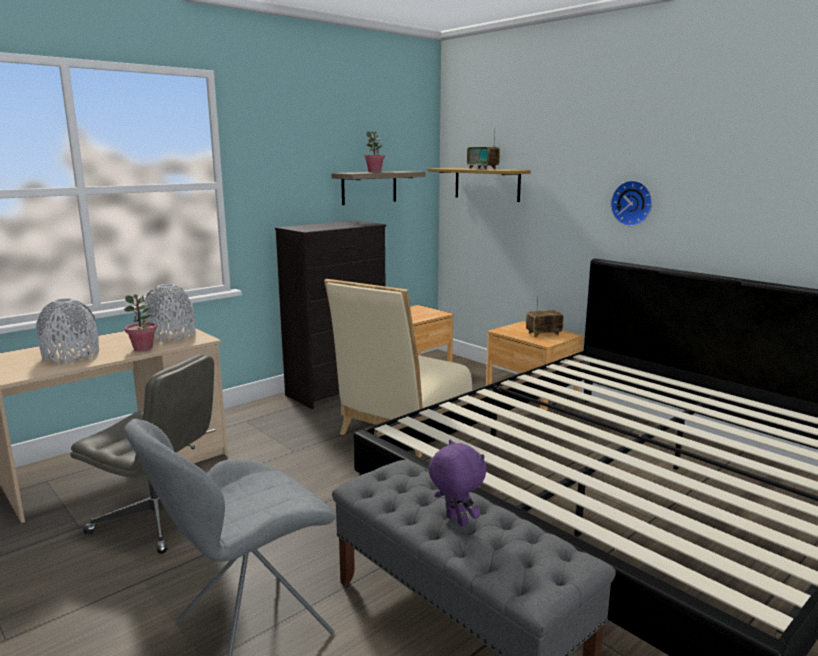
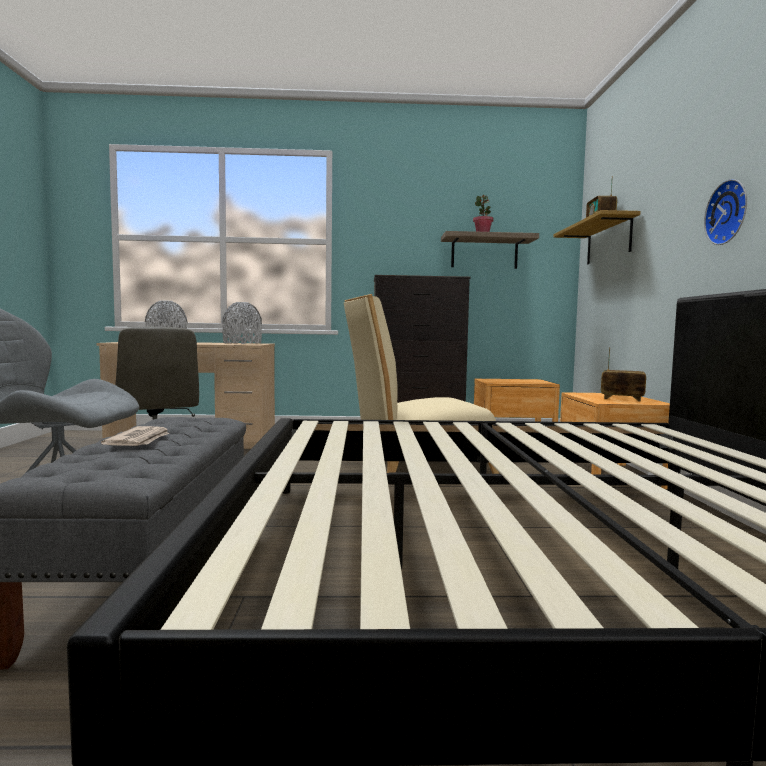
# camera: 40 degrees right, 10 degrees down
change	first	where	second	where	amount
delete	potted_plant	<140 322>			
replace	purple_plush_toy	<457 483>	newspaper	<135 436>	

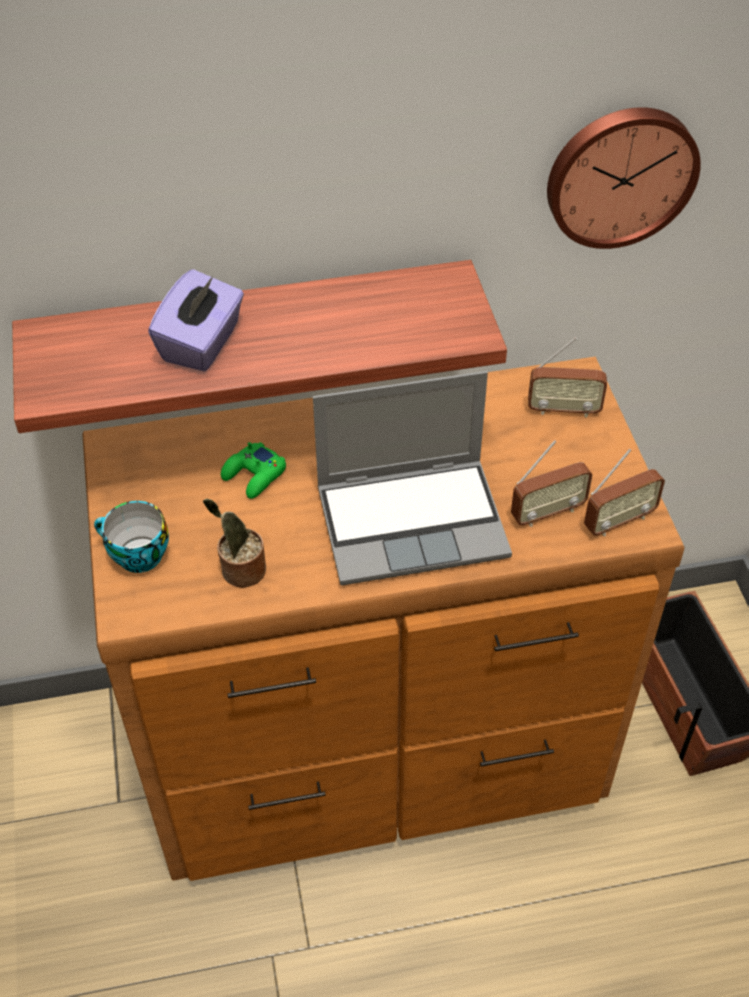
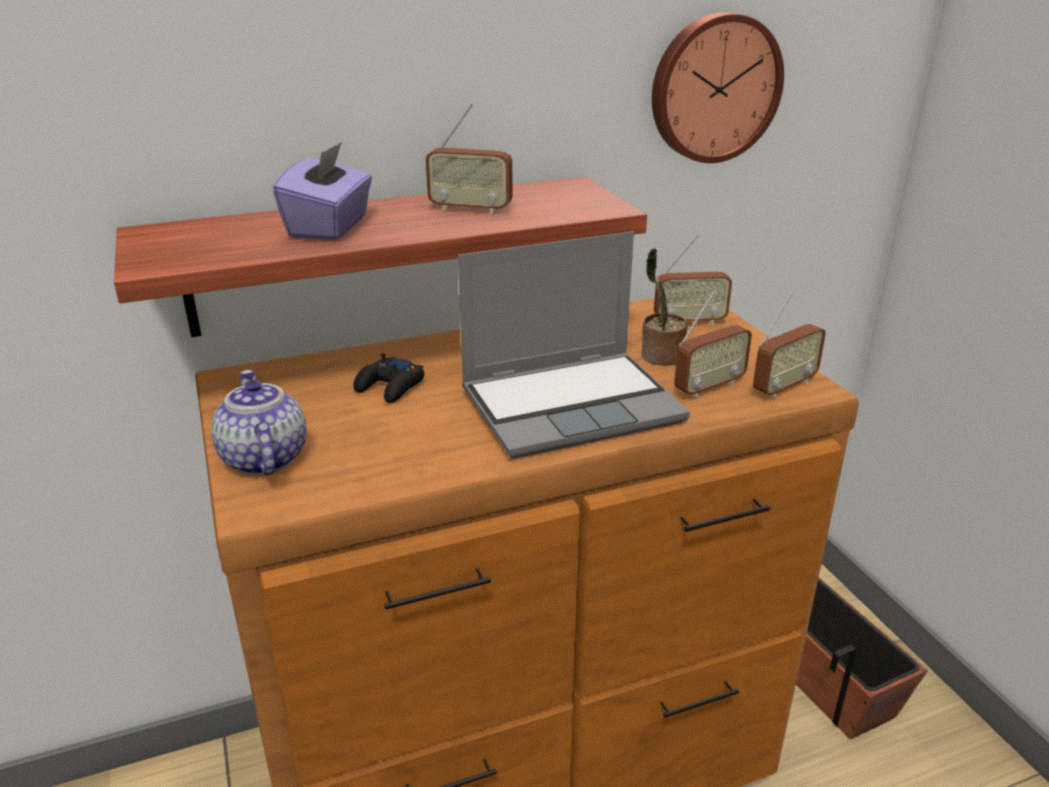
# camera: 10 degrees left, 20 degrees down
change	first	where	second	where	amount
insert			radio	<469 158>	
move	potted_plant	<234 543>		<665 307>	
replace	cup	<131 537>	teapot	<259 422>	
recolor	green_game_controller	<253 470>	black_game_controller	<388 378>	

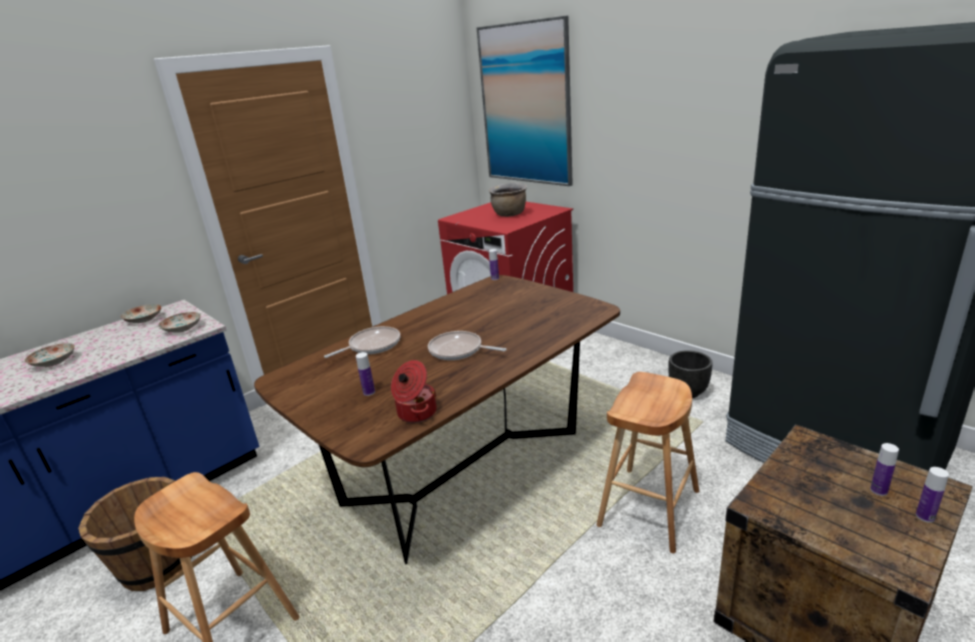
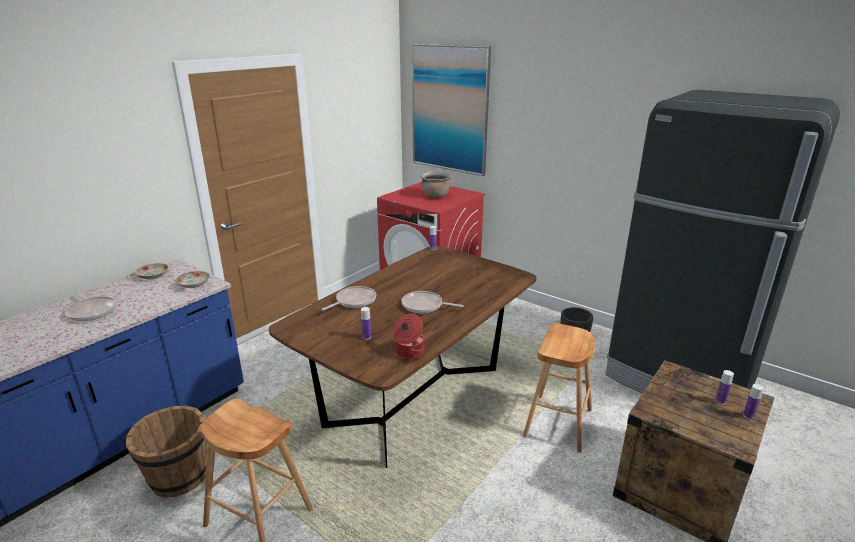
# camera: 10 degrees left, 0 degrees up
change	first	where	second	where	amount
replace	plate	<49 355>	frying_pan	<91 306>	

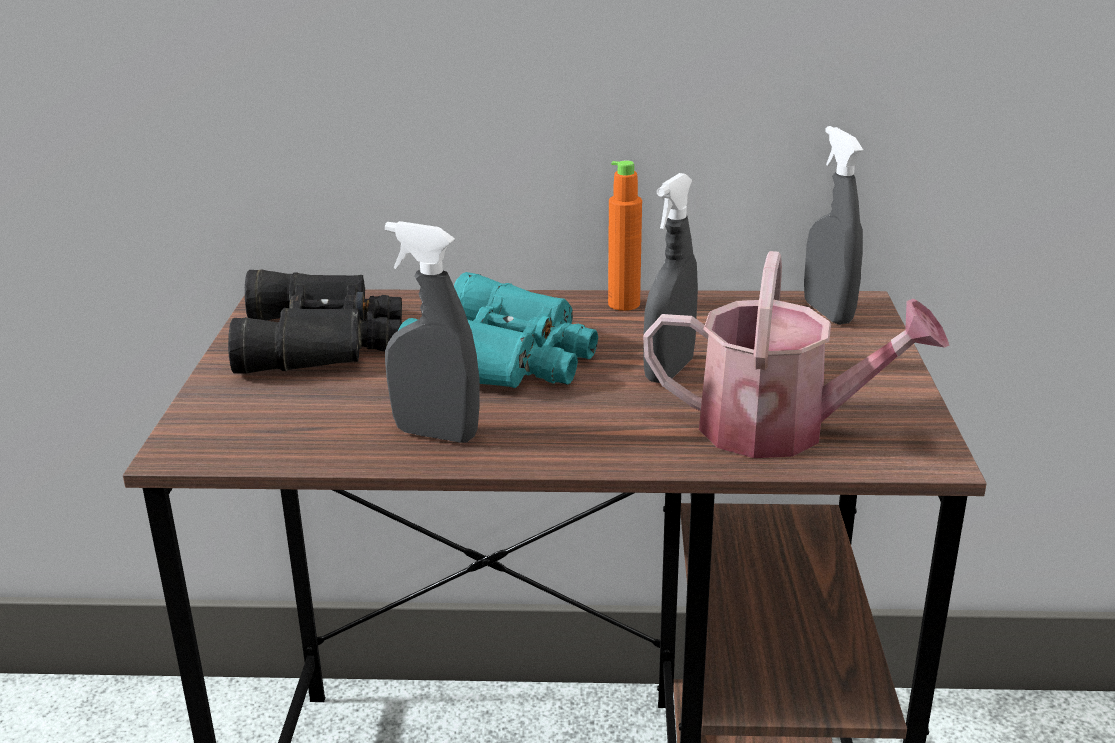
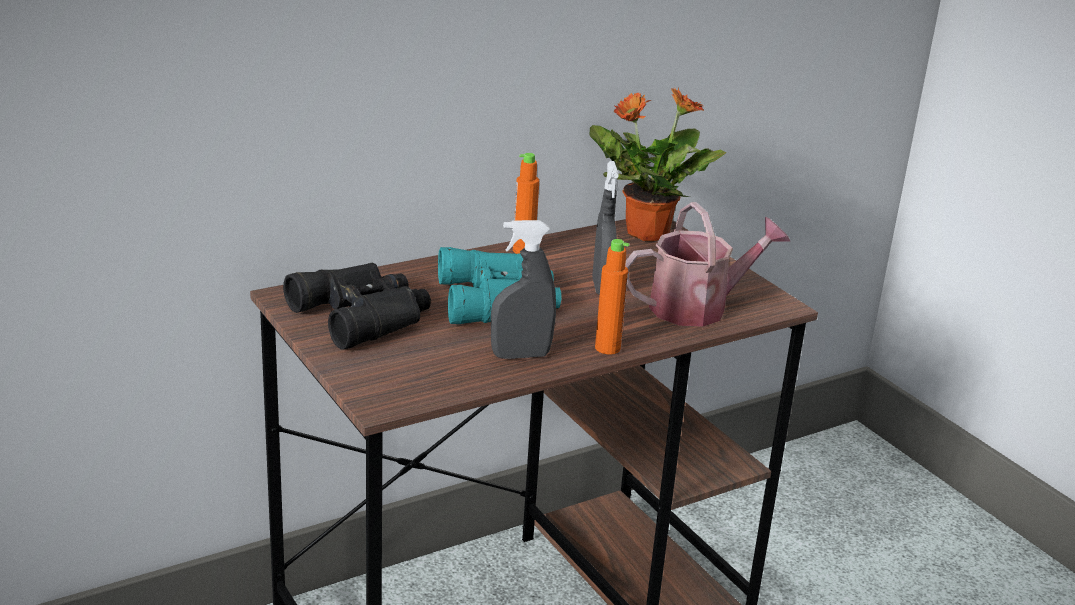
# camera: 35 degrees left, 0 degrees up
change	first	where	second	where	amount
insert			orange_bottle	<612 296>	
replace	grey_spray_bottle	<833 225>	potted_plant	<658 164>	

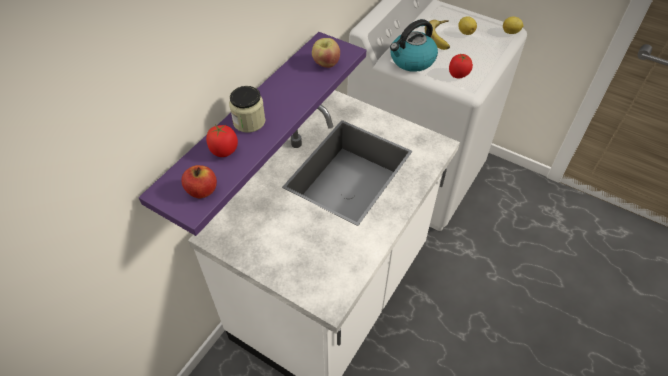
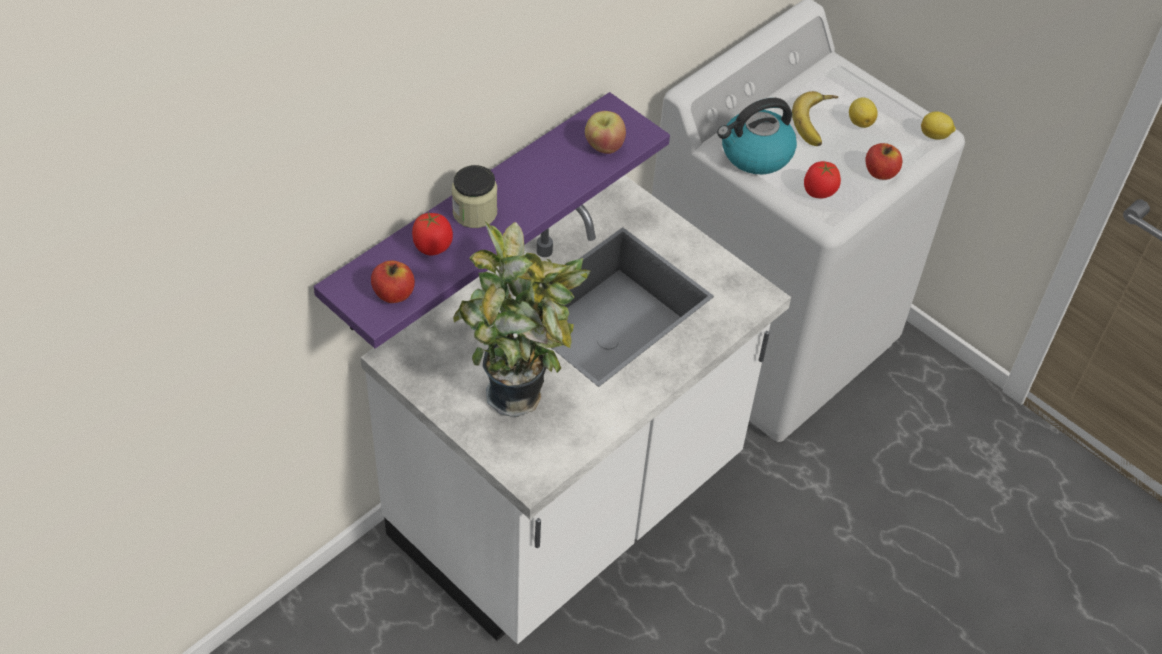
# camera: 10 degrees right, 0 degrees up
change	first	where	second	where	amount
insert			potted_plant	<521 318>	
insert			apple	<883 161>	

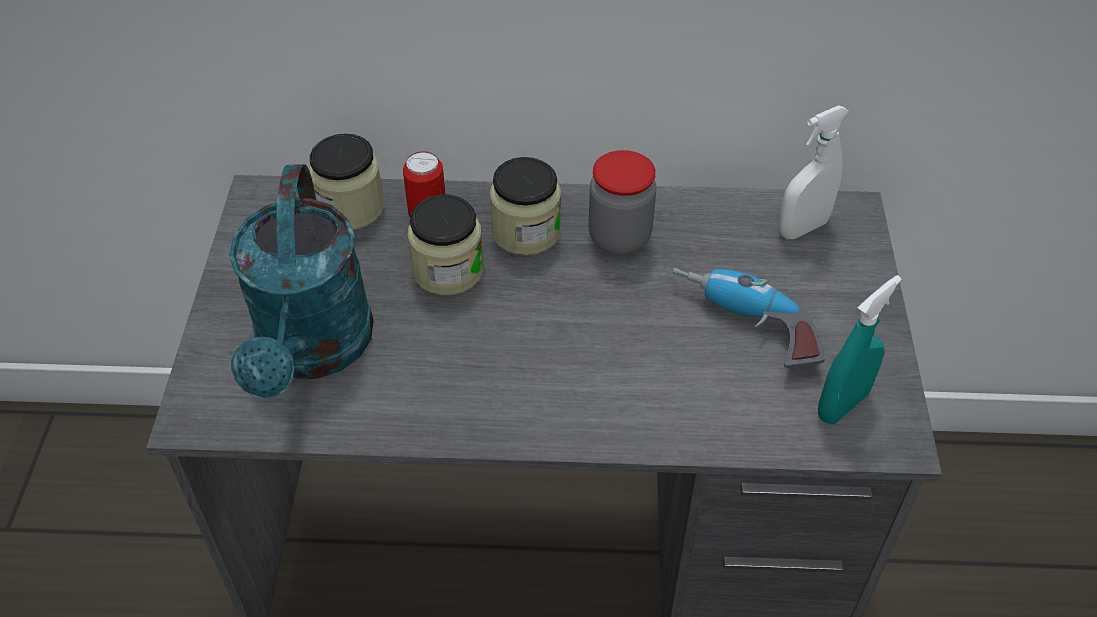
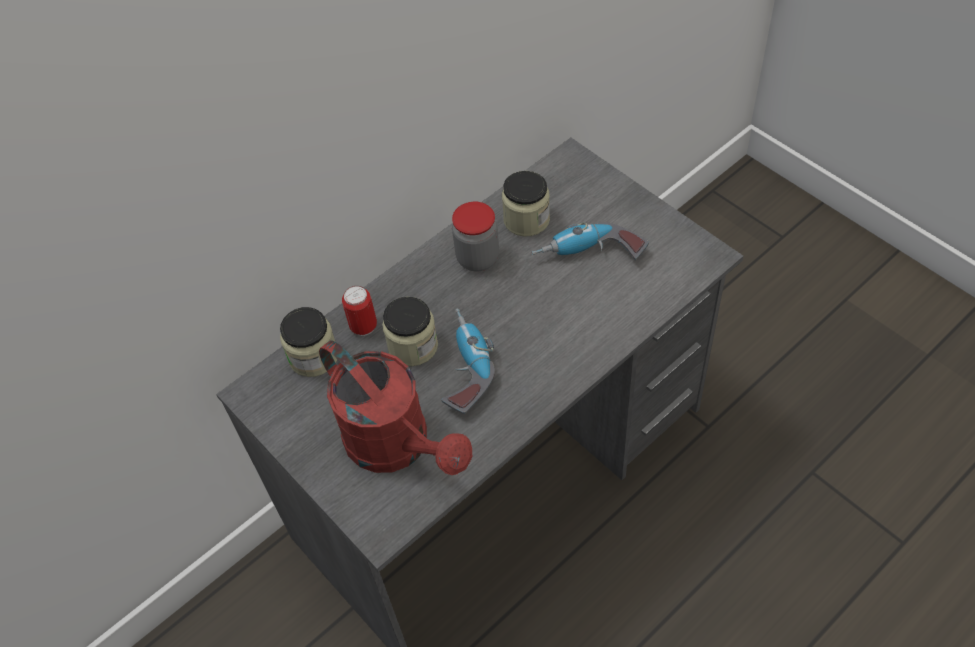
# camera: 40 degrees left, 5 degrees up
change	first	where	second	where	amount
delete	white_spray_bottle	<814 172>			
delete	turquoise_spray_bottle	<860 349>			
insert			power_drill	<468 361>	
move	jar	<525 206>		<526 204>	
recolor	turquoise_watering_can	<301 281>	red_watering_can	<396 407>	

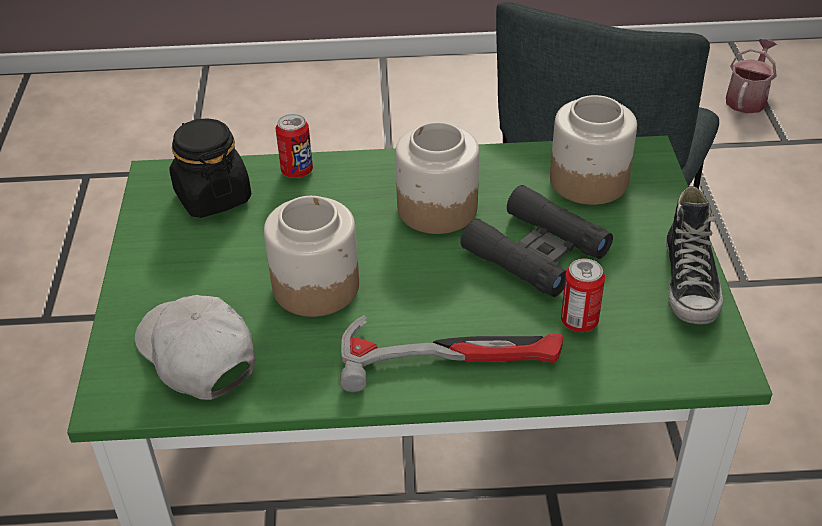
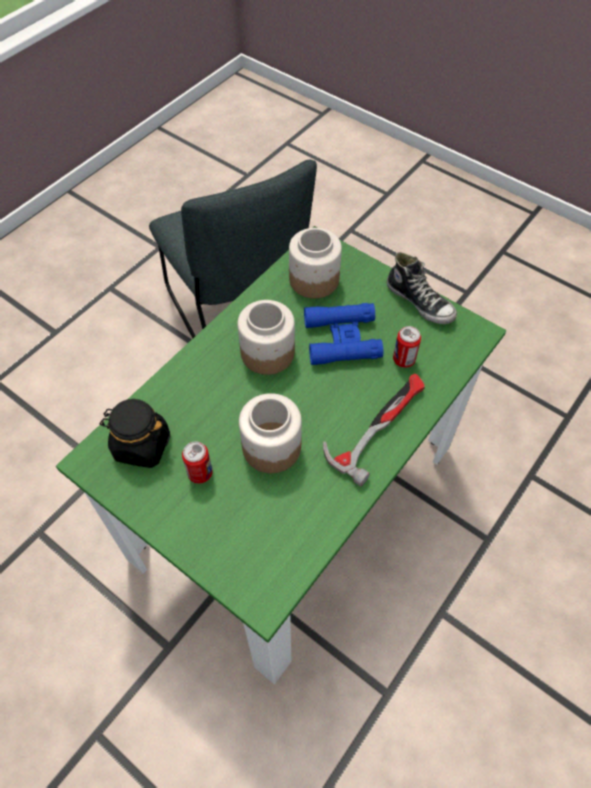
# camera: 50 degrees left, 15 degrees up
change	first	where	second	where	amount
delete	white_cap	<195 347>			
delete	watering_can	<751 76>			
move	can	<294 146>		<197 462>	
recolor	black_binoculars	<537 241>	blue_binoculars	<343 334>	

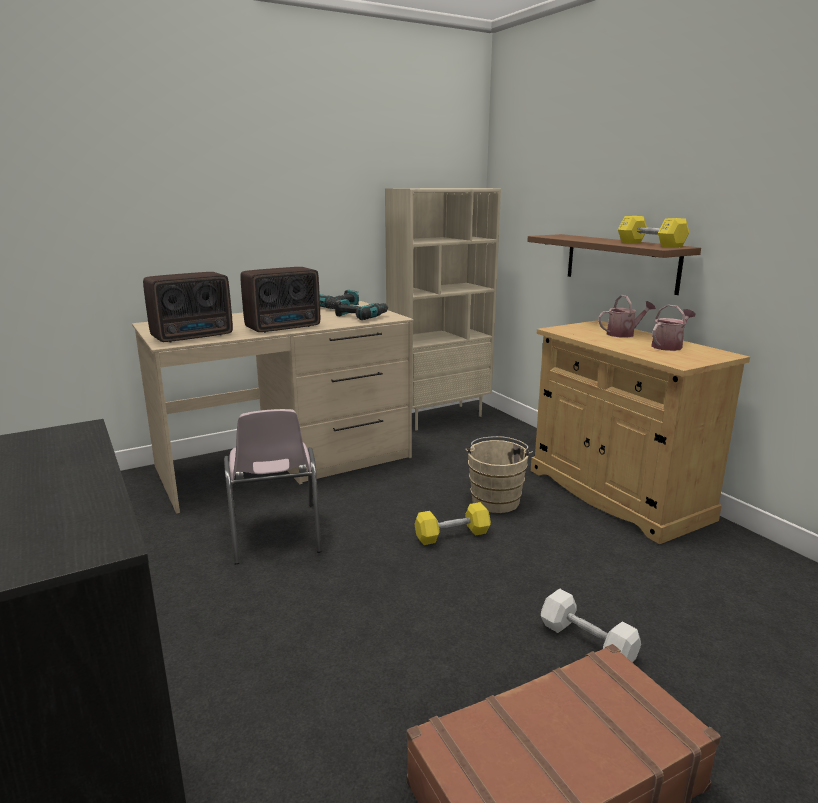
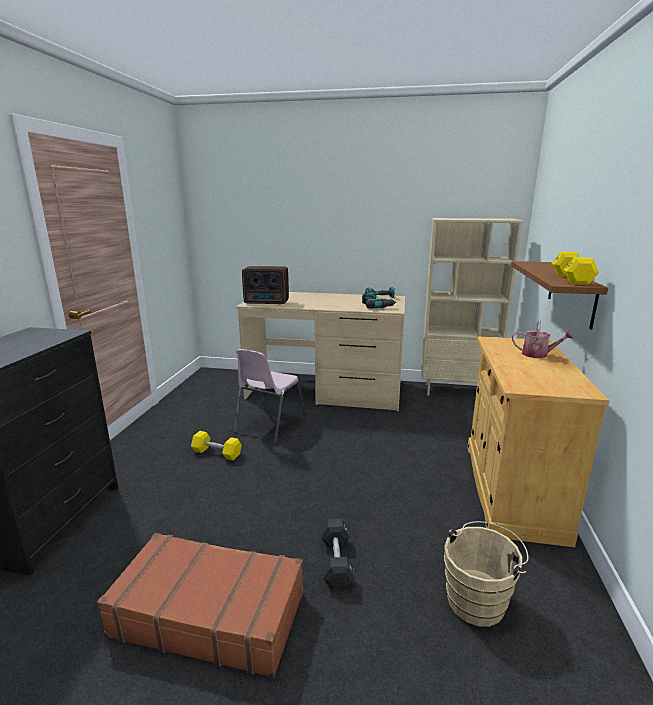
# camera: 40 degrees right, 0 degrees up
change	first	where	second	where	amount
delete	radio	<280 300>			
delete	watering_can	<673 327>			
move	yellow_dumbbell	<452 523>		<216 445>	
move	beige_bucket	<499 474>		<486 574>	
recolor	white_dumbbell	<591 625>	black_dumbbell	<338 554>	

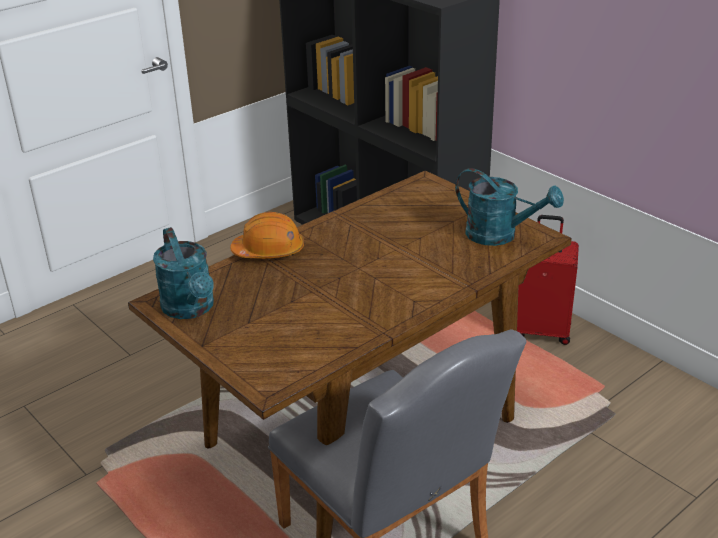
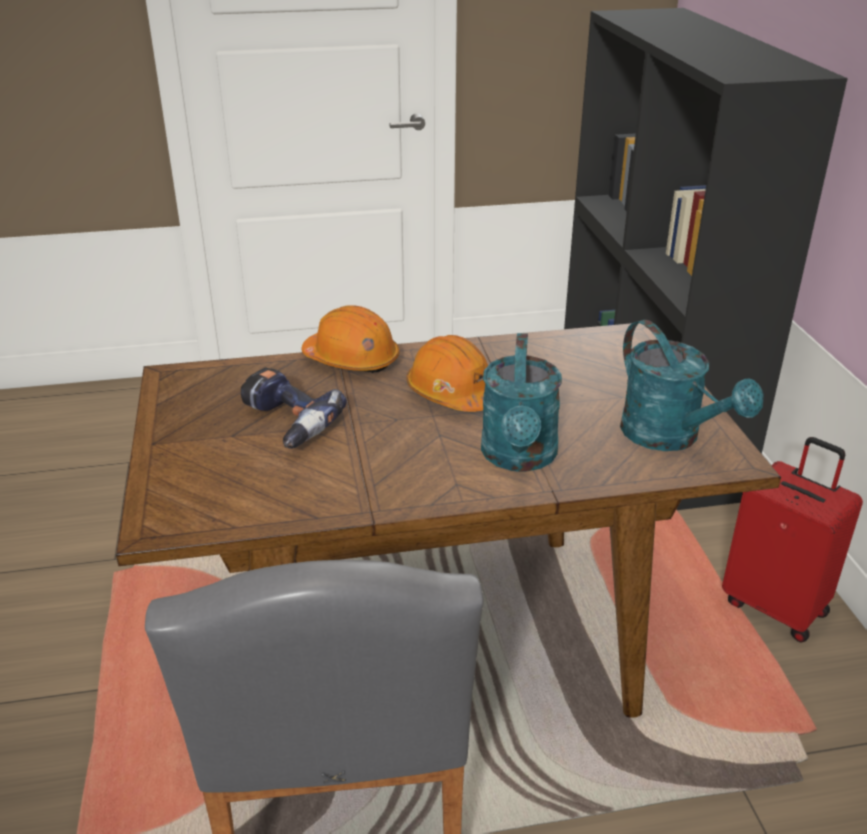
# camera: 30 degrees right, 0 degrees up
change	first	where	second	where	amount
insert			power_drill	<294 408>	
insert			orange_hard_hat	<447 373>	
move	turquoise_watering_can	<183 273>		<521 402>	

